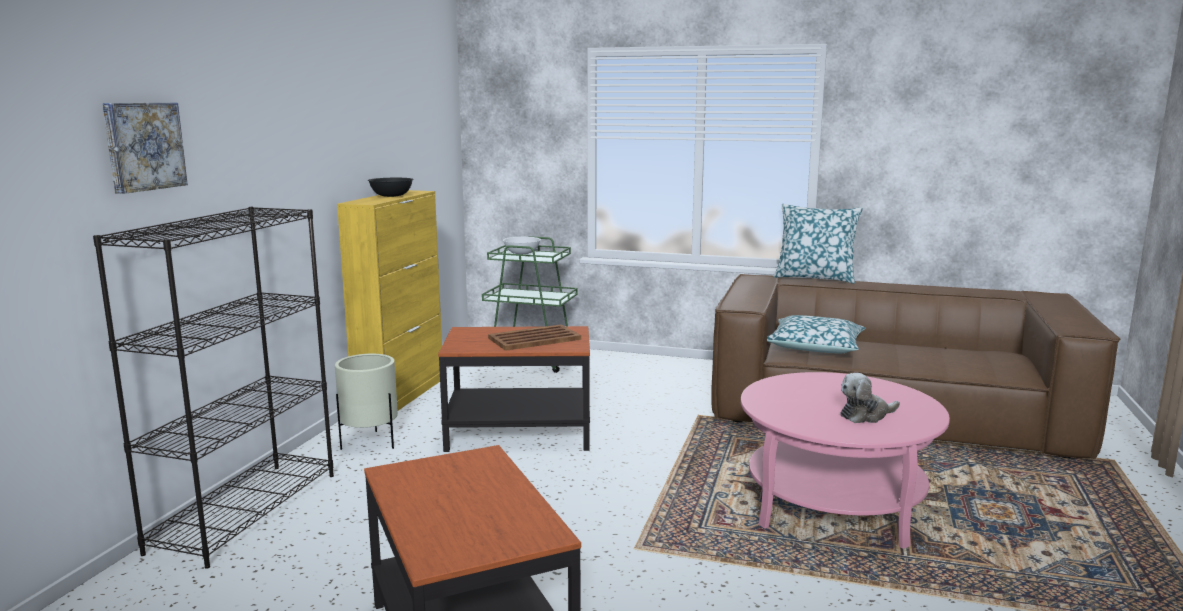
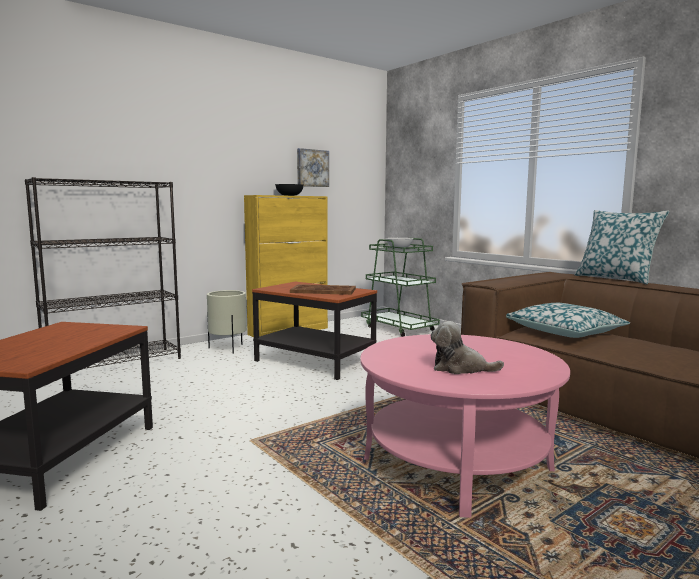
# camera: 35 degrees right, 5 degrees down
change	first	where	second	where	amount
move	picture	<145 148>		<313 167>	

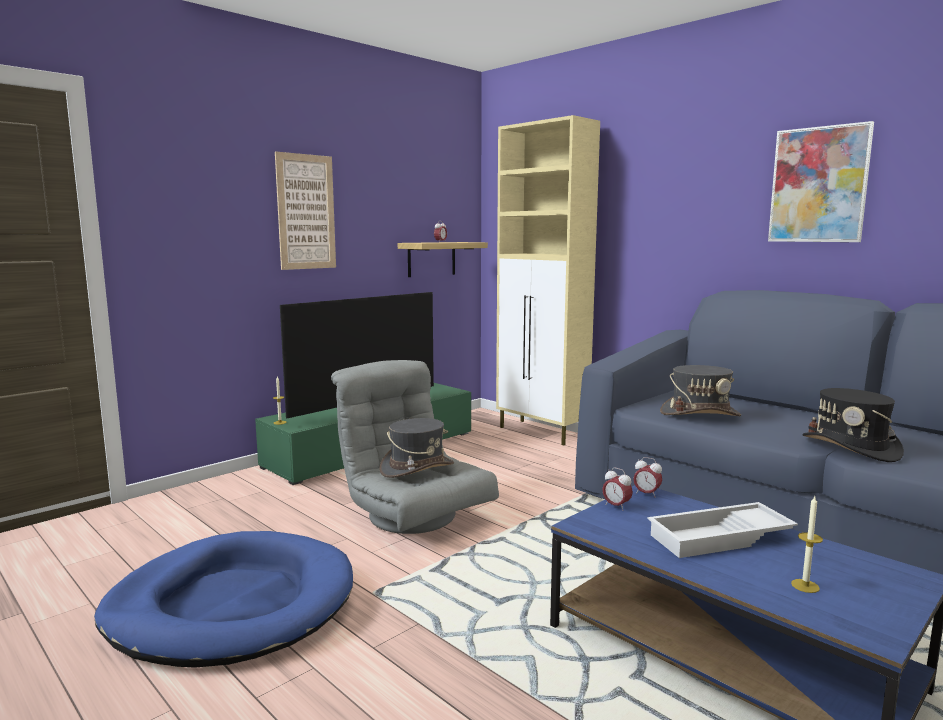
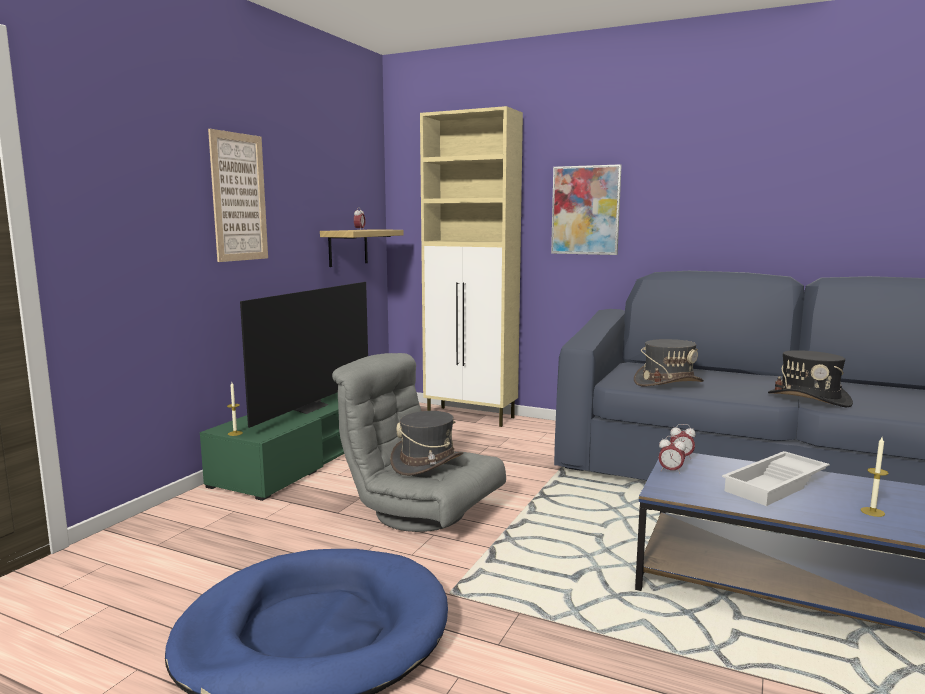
# camera: 20 degrees left, 0 degrees up
change	first	where	second	where	amount
move	picture	<821 181>		<586 209>	

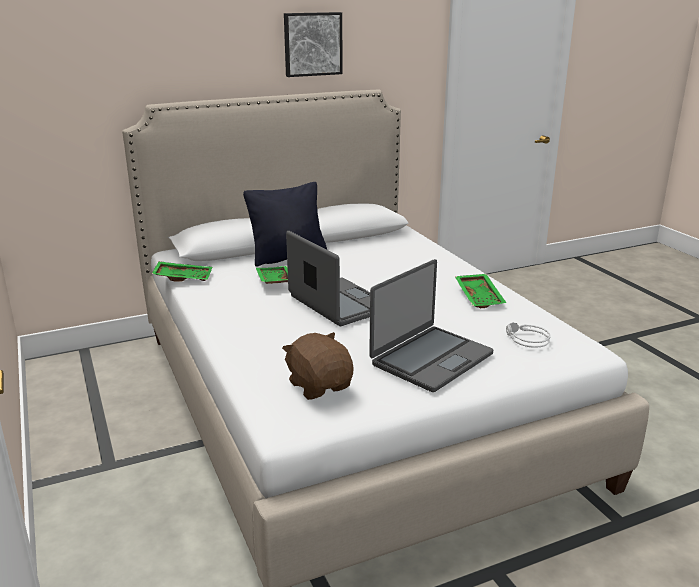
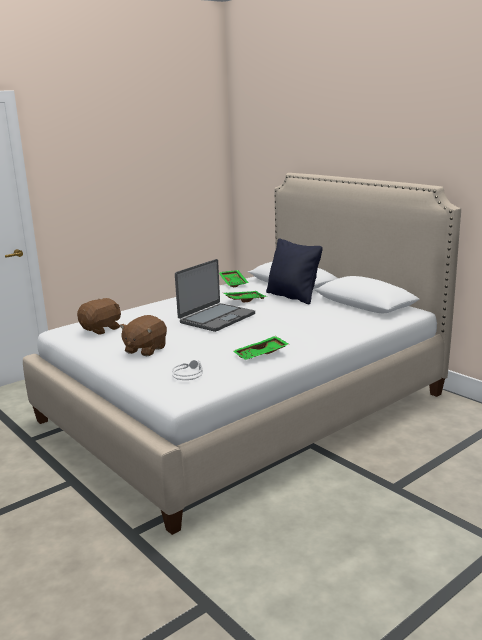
# camera: 75 degrees right, 5 degrees down
change	first	where	second	where	amount
delete	picture	<313 44>			
replace	laptop	<431 325>	brown_plush_toy	<143 335>	

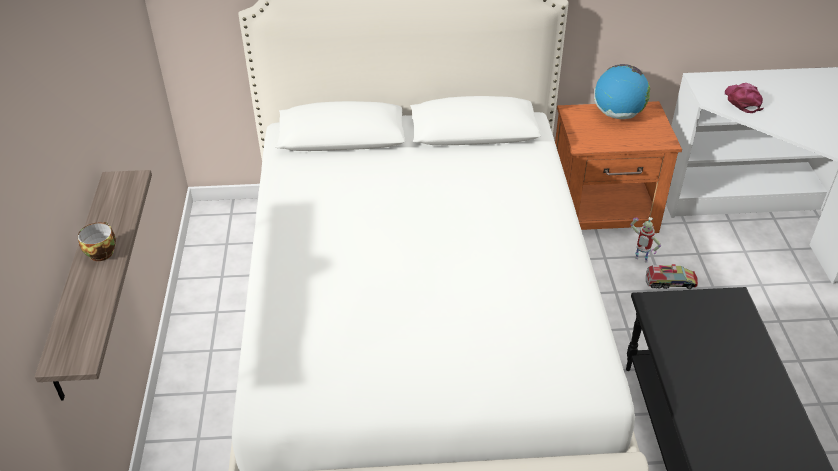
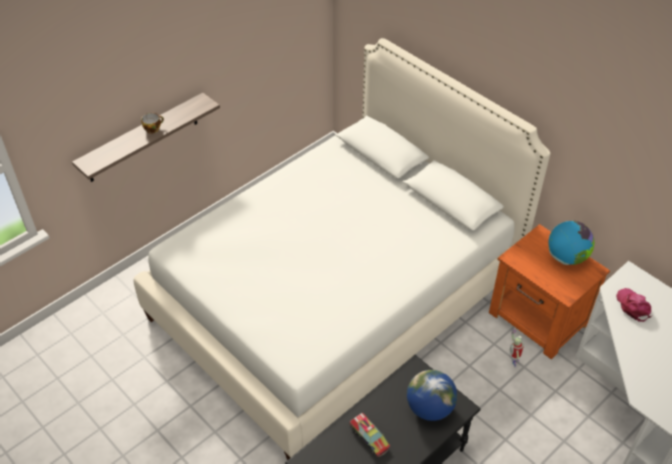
# camera: 50 degrees right, 5 degrees up
change	first	where	second	where	amount
insert			globe	<432 395>	
move	toy_truck	<672 276>		<369 435>	
rotate	pink_cap	<744 98>		<634 305>	60 degrees counterclockwise

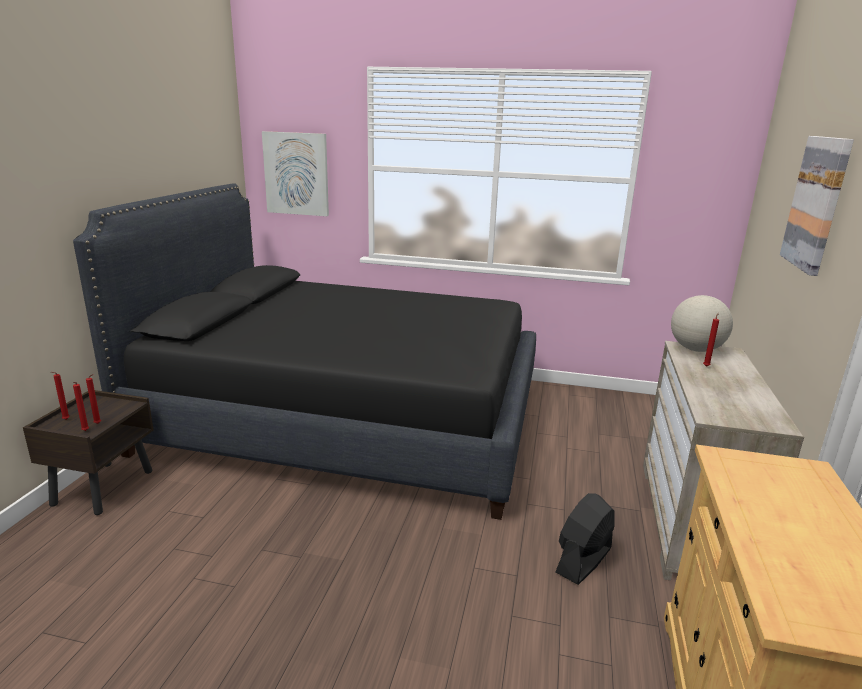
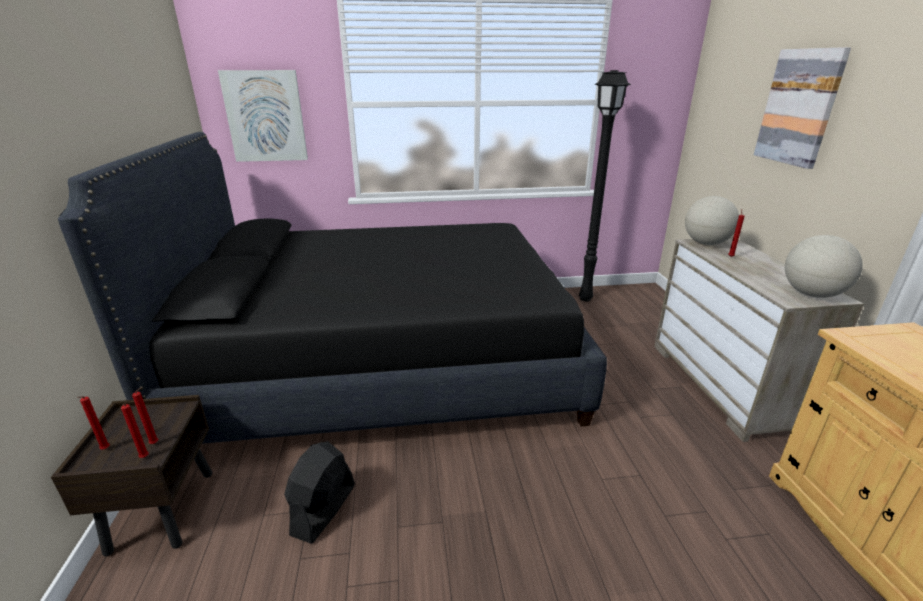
# camera: 20 degrees left, 5 degrees up
change	first	where	second	where	amount
insert			black_floor_lamp	<605 186>	
insert			globe	<824 266>	
move	black_fan	<585 539>		<319 492>	

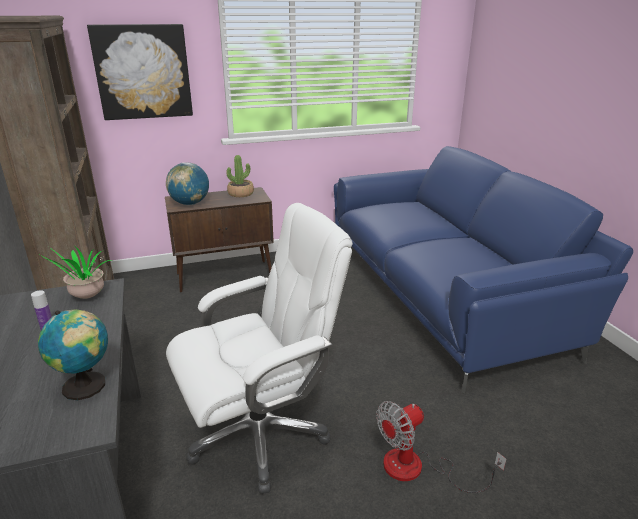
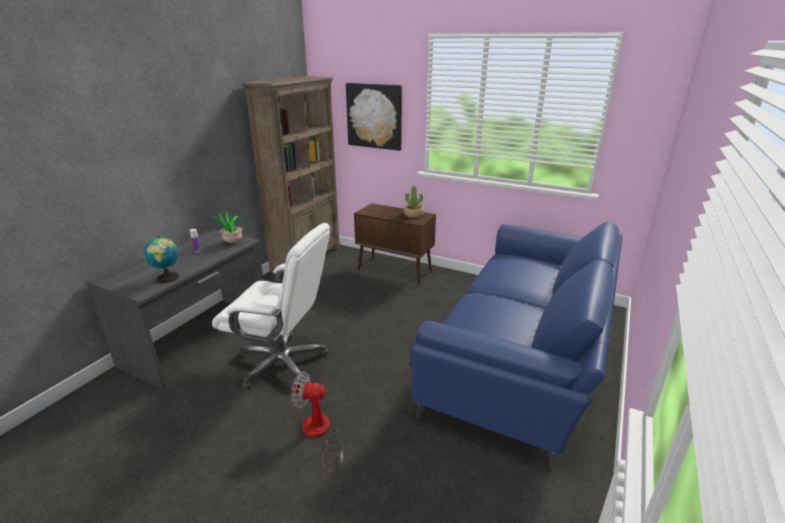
# camera: 45 degrees right, 0 degrees up
change	first	where	second	where	amount
delete	globe	<187 183>			

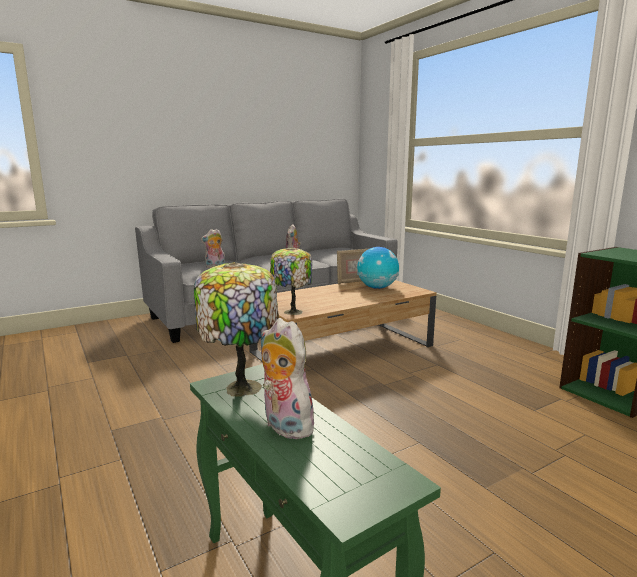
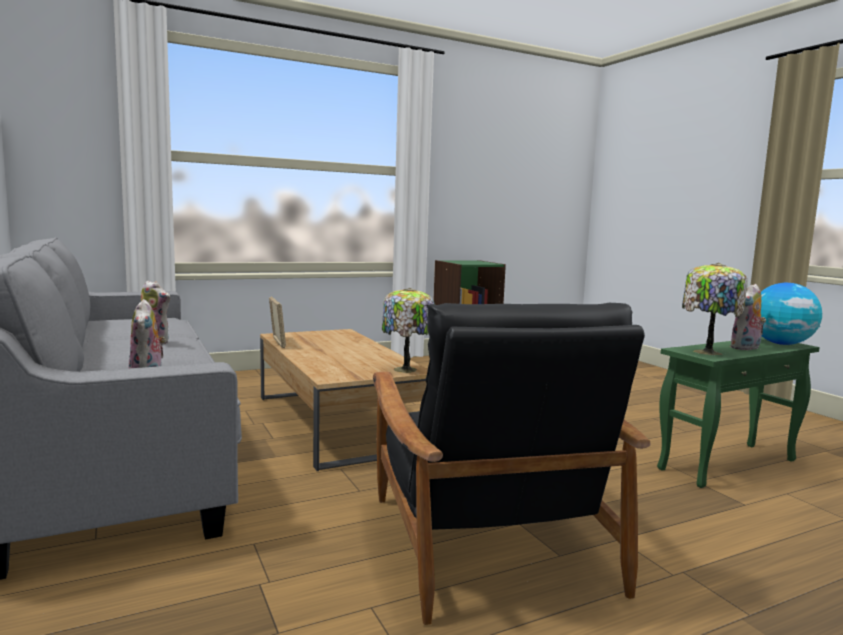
# camera: 85 degrees left, 5 degrees down
change	first	where	second	where	amount
insert			black_armchair	<511 464>	
move	globe	<378 268>		<791 314>	

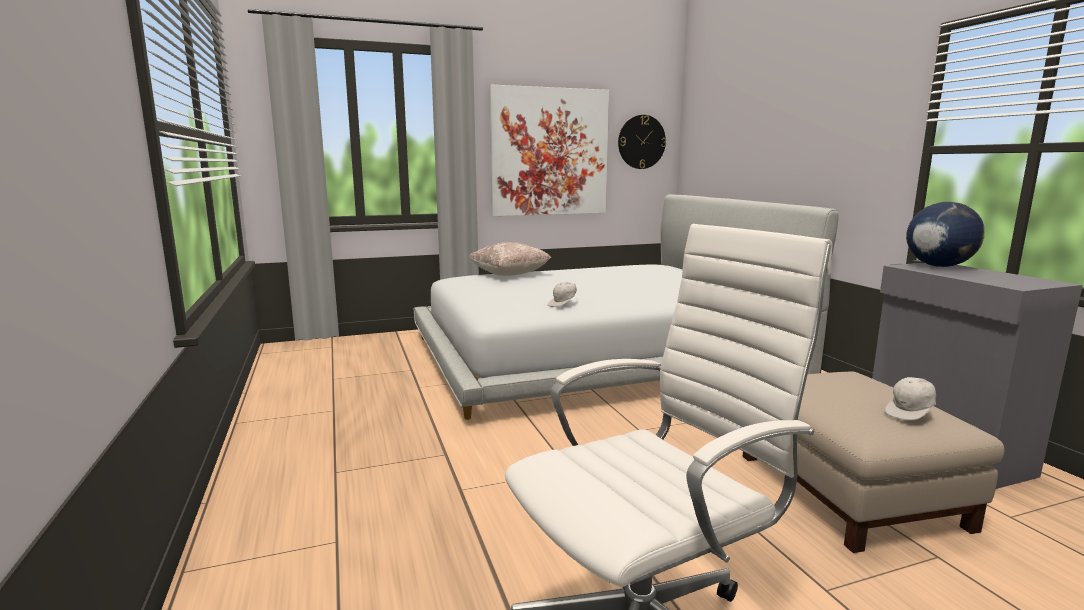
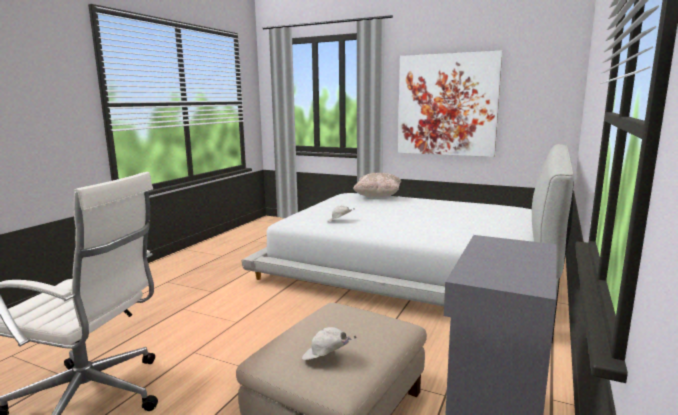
# camera: 45 degrees right, 0 degrees up
change	first	where	second	where	amount
delete	wall_clock	<642 142>			
delete	globe	<945 234>			

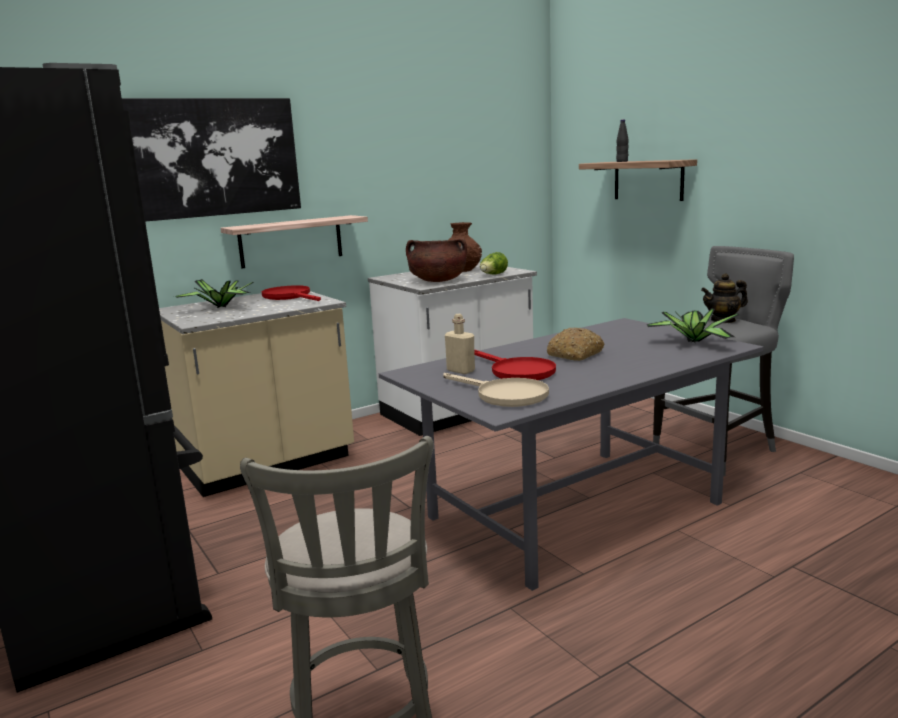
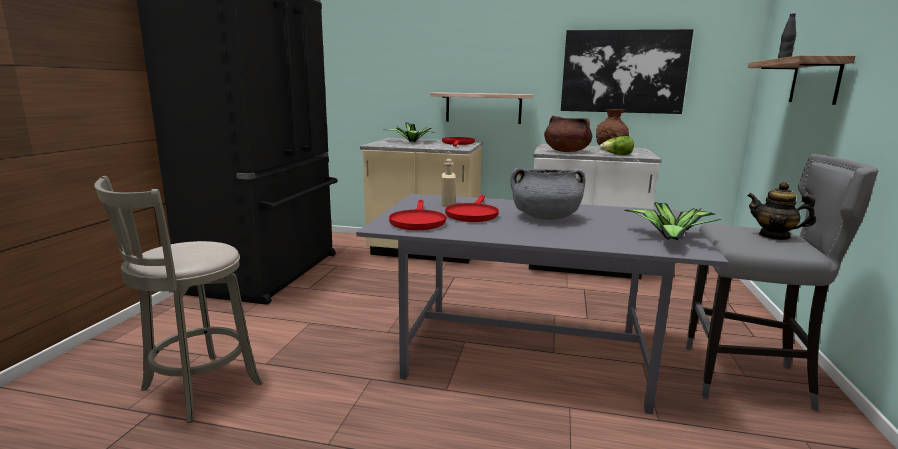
# camera: 45 degrees right, 0 degrees up
change	first	where	second	where	amount
move	picture	<211 160>		<627 71>	
replace	bread	<575 344>	grey_cooking_pot	<547 194>	
recolor	beige_frying_pan	<496 390>	red_frying_pan	<417 215>	

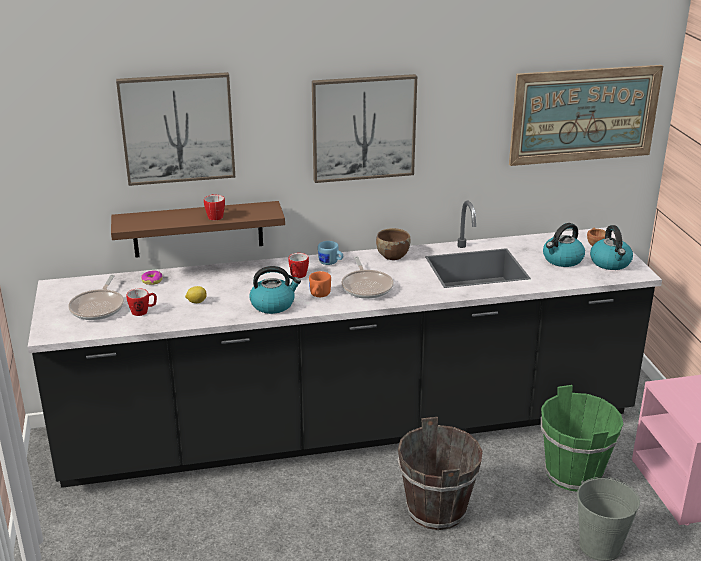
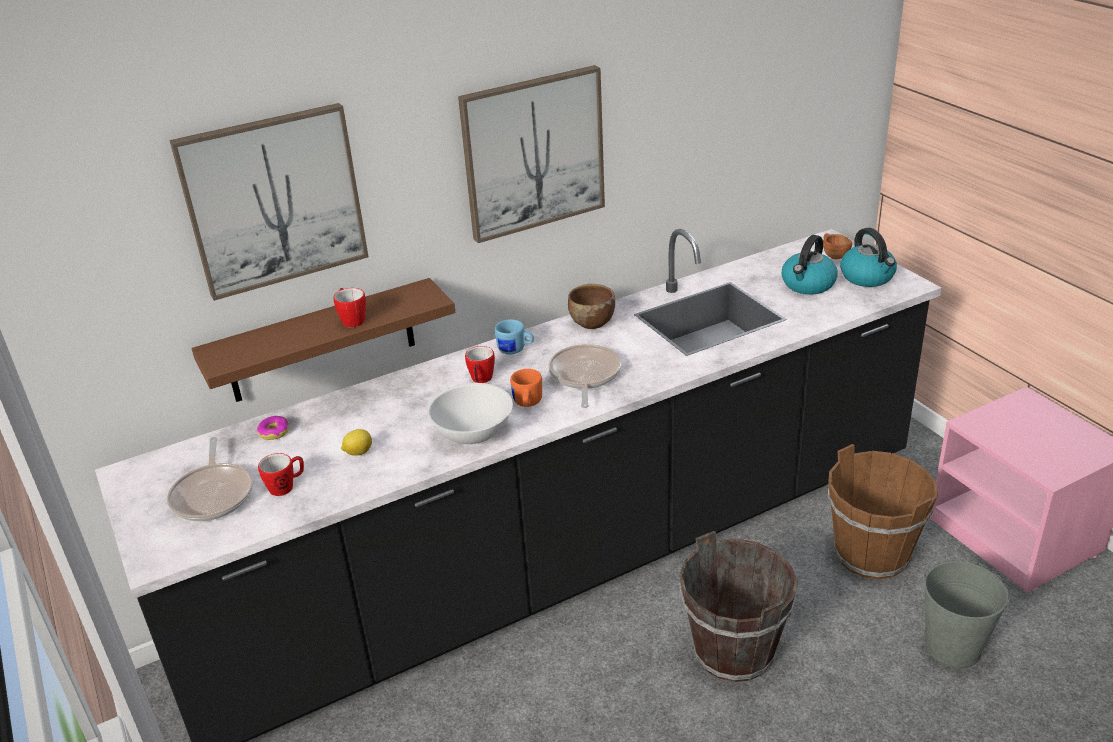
# camera: 15 degrees left, 5 degrees up
change	first	where	second	where	amount
delete	picture	<586 115>			
replace	kettle	<275 290>	white_bowl	<470 413>	
recolor	green_bucket	<582 438>	brown_bucket	<883 511>	
rotate	frying_pan	<367 278>		<584 376>	150 degrees counterclockwise

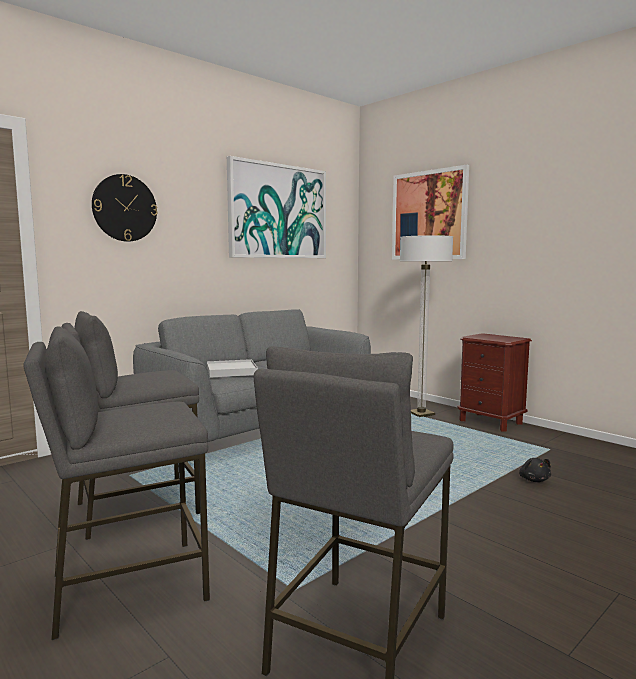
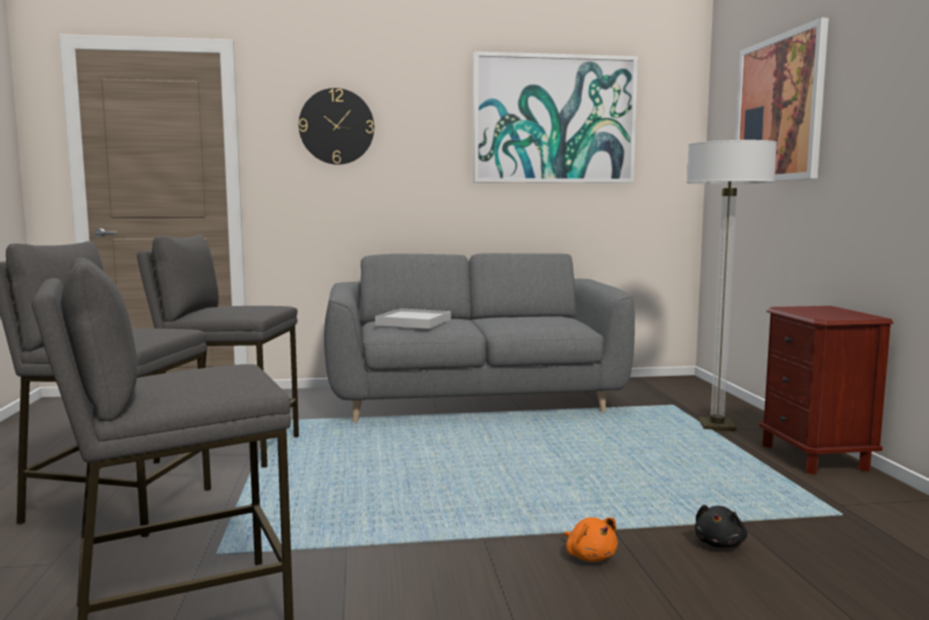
# camera: 35 degrees right, 0 degrees up
change	first	where	second	where	amount
insert			orange_plush_toy	<591 539>	

